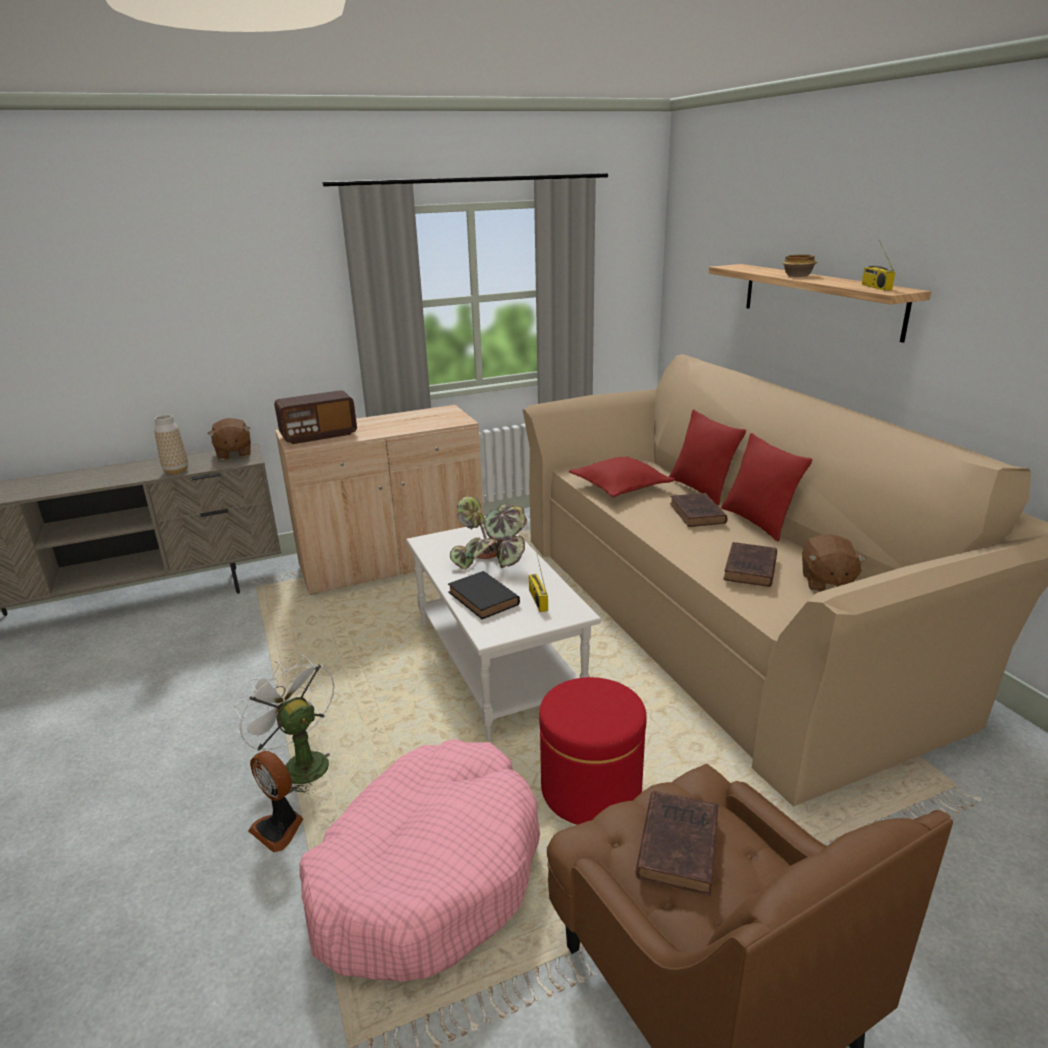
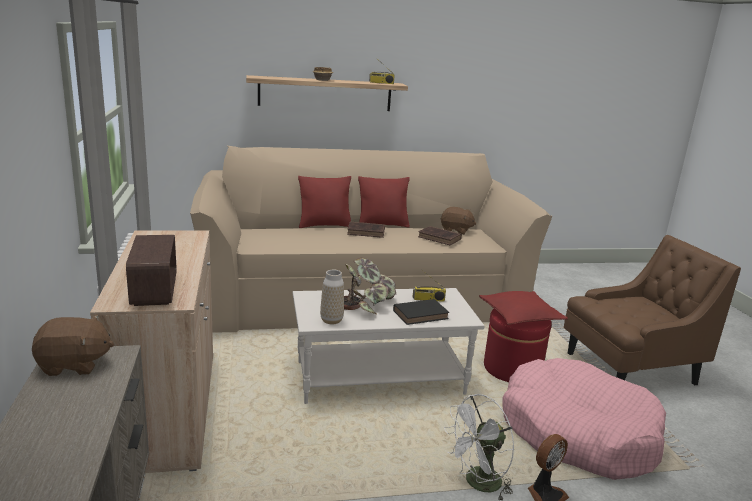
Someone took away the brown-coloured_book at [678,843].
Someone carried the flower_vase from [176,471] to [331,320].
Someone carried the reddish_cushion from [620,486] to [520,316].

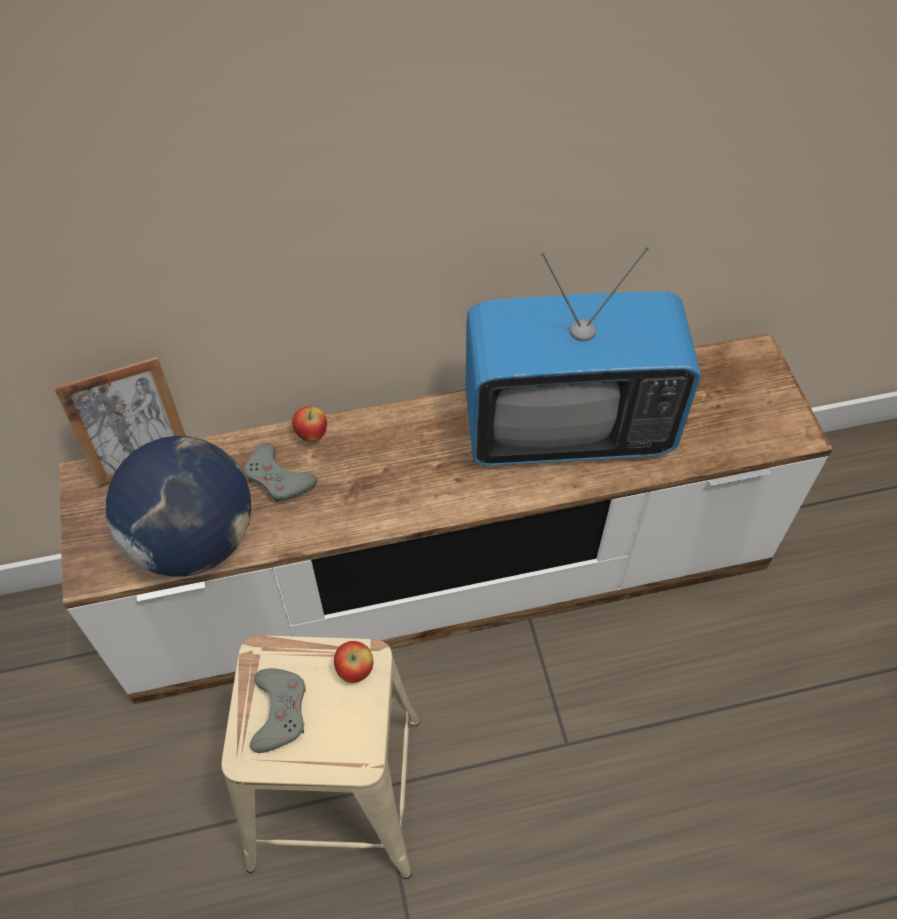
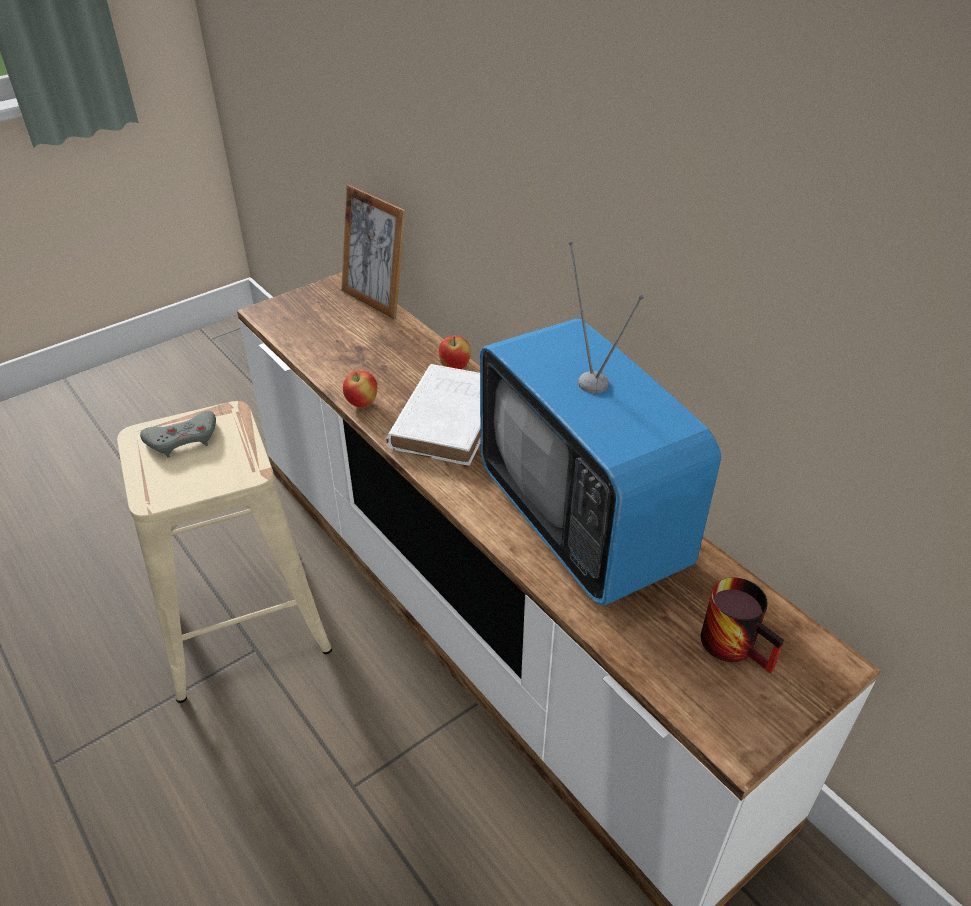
Someone took away the desk_globe at [194,539].
Someone took away the gray_gamepad at [278,478].
Someone put down the white_book at [449,417].
Someone put down the mug at [738,644].
Someone carried the whole_apple from [355,670] to [362,403].

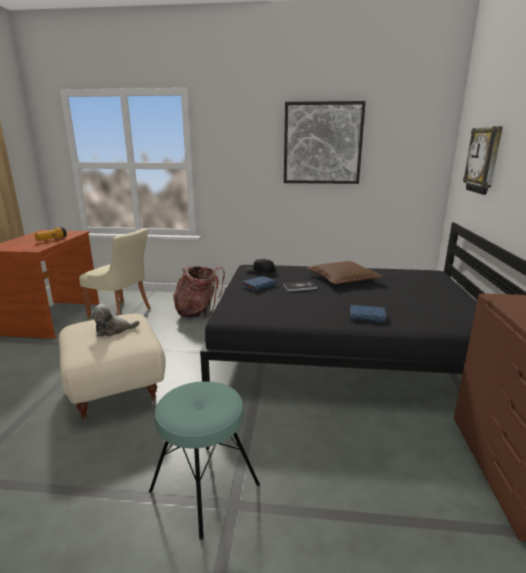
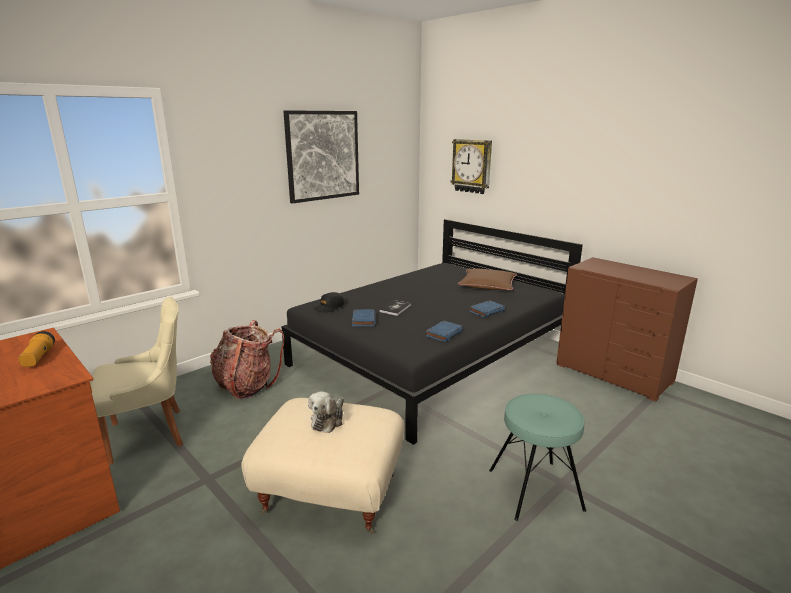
Someone put down the bluish_book at [444,333].
Someone carried the brown-coloured_cushion from [342,278] to [487,285].

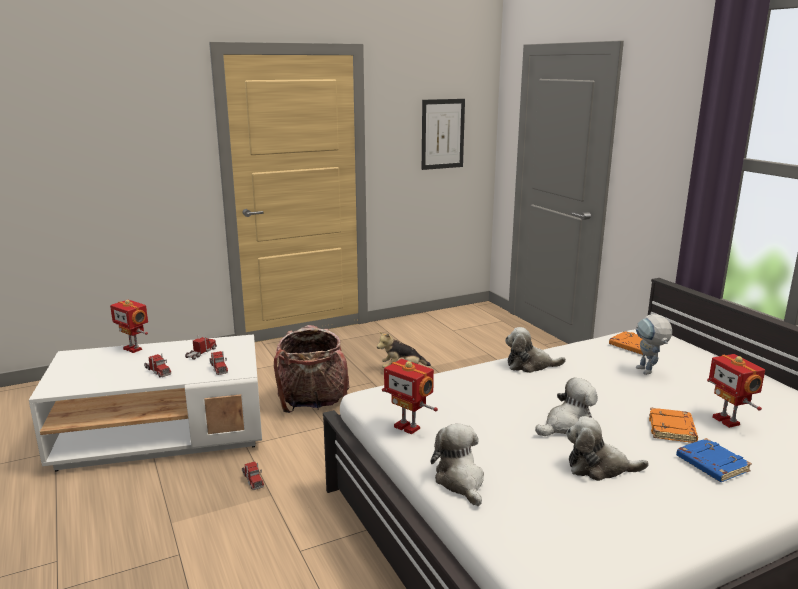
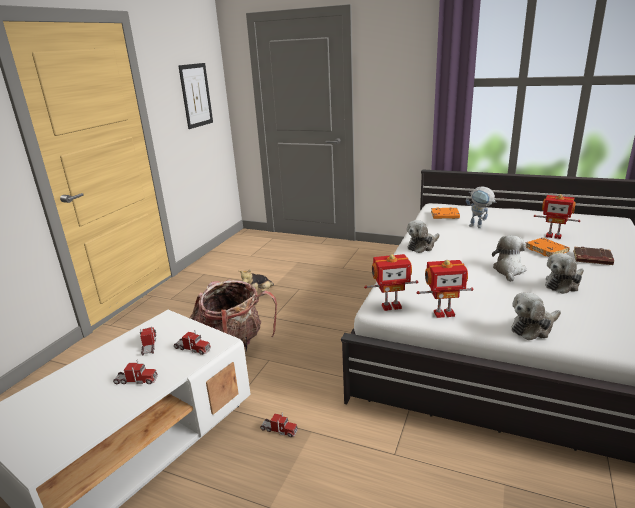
Someone carried the toy_robot from [134,349] to [391,306].
Someone repainted the bluish_book at [710,464], which became the brown-coloured_book at [592,259].
Someone rotated the cuddly_toy at [460,481] by 60 degrees counterclockwise.

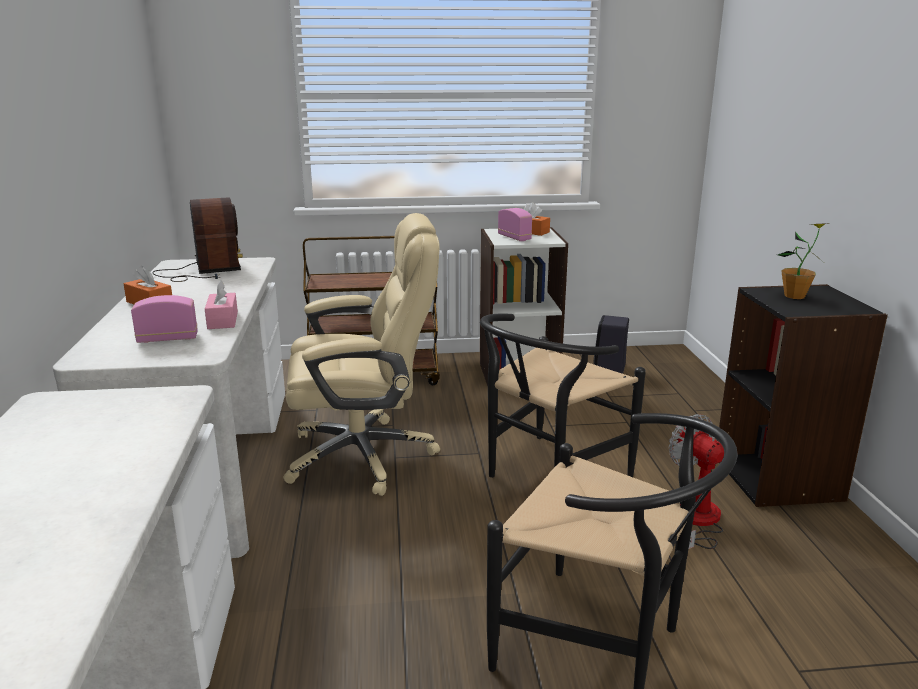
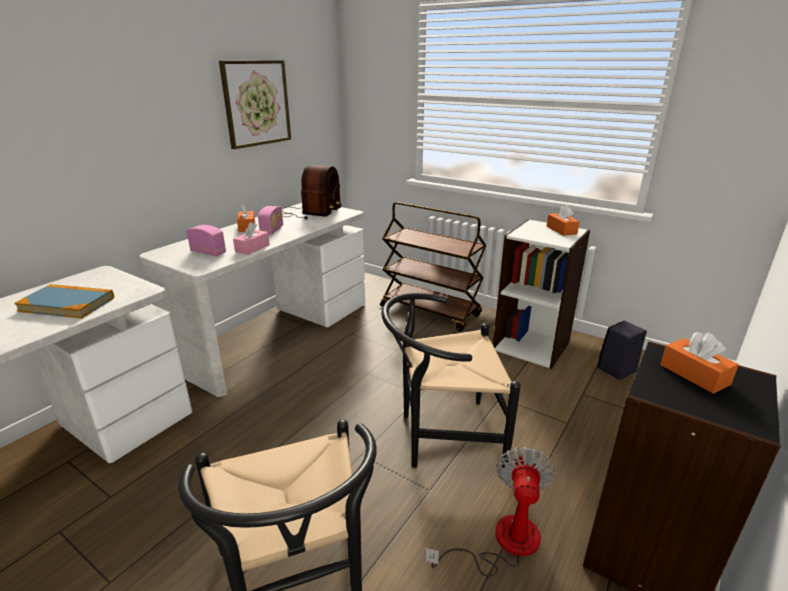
Someone took away the beige_office_chair at [364,455].
Someone put down the book at [67,304].
Someone put up the wall_picture at [256,103].
Someone carried the radio from [514,238] to [272,230].
Someone swapped the plant_in_a_pot at [794,296] for the orange_tissue_holder at [694,374].

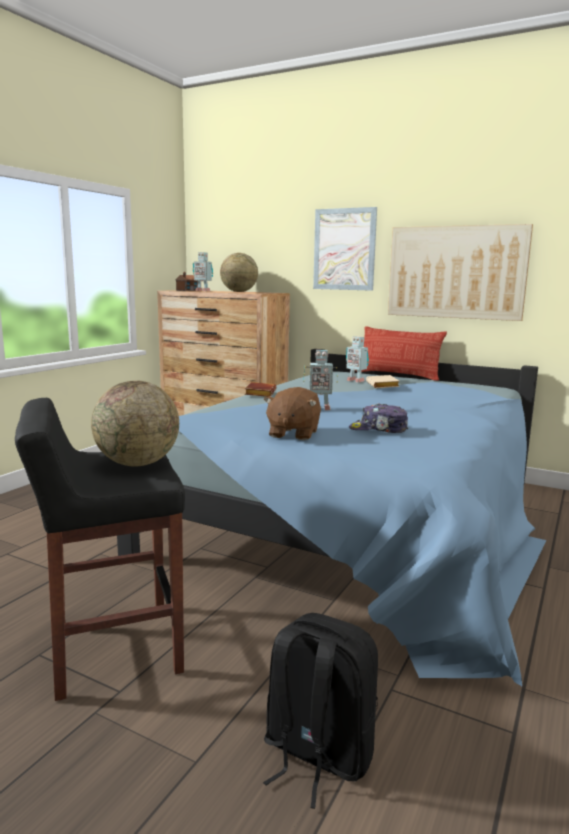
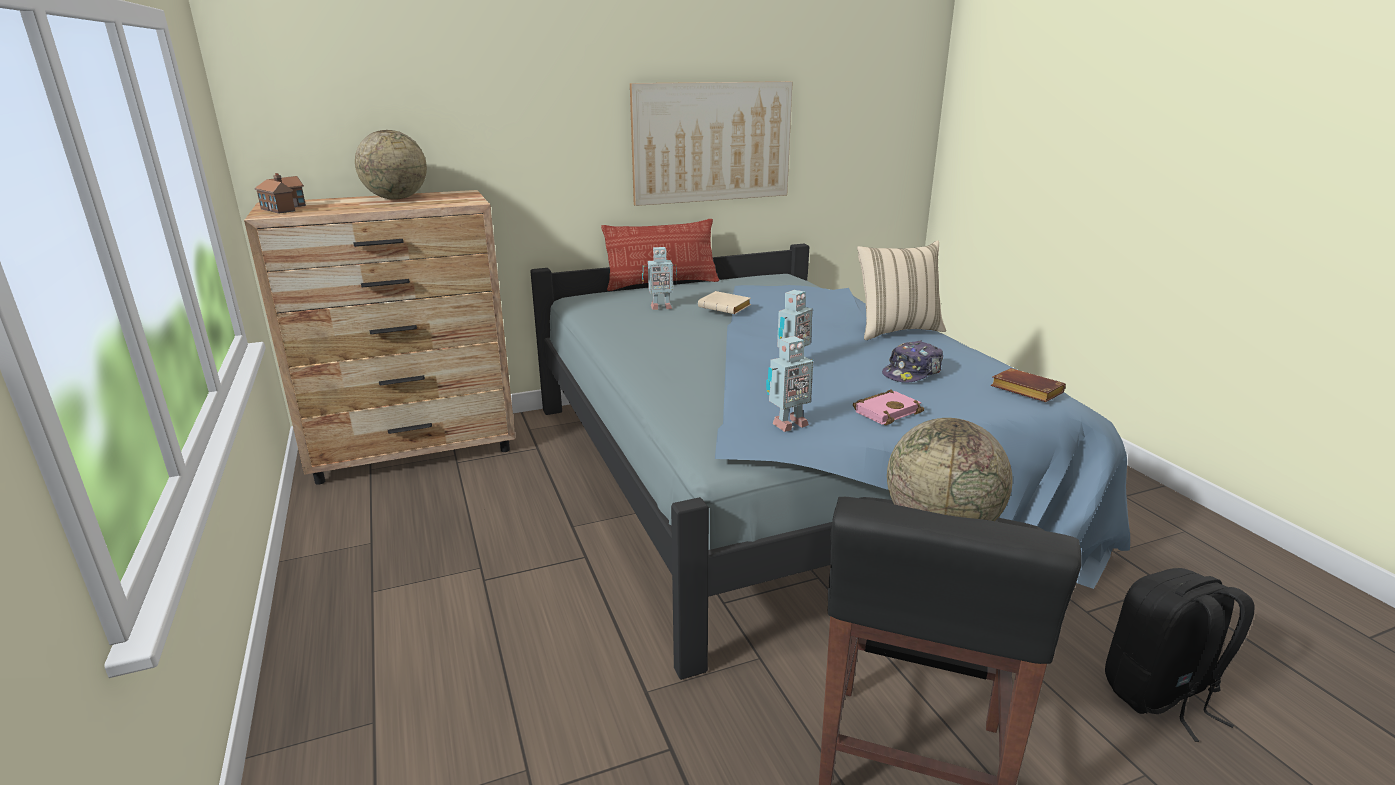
Someone took away the wall_picture at [344,249].
Someone put down the beige_cushion at [896,330].
Someone carried the toy_robot from [203,291] to [787,424].
Someone carried the brown-coloured_book from [259,393] to [1024,391].
Someone swapped the brown-coloured_cuddly_toy at [293,434] for the pinkish_book at [886,411].

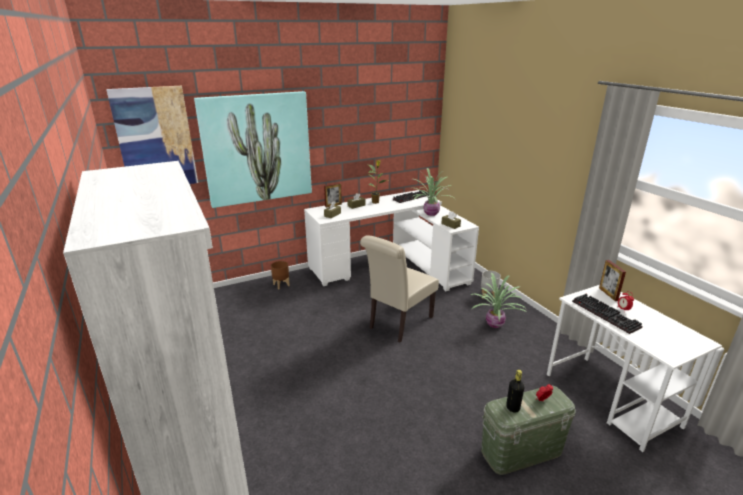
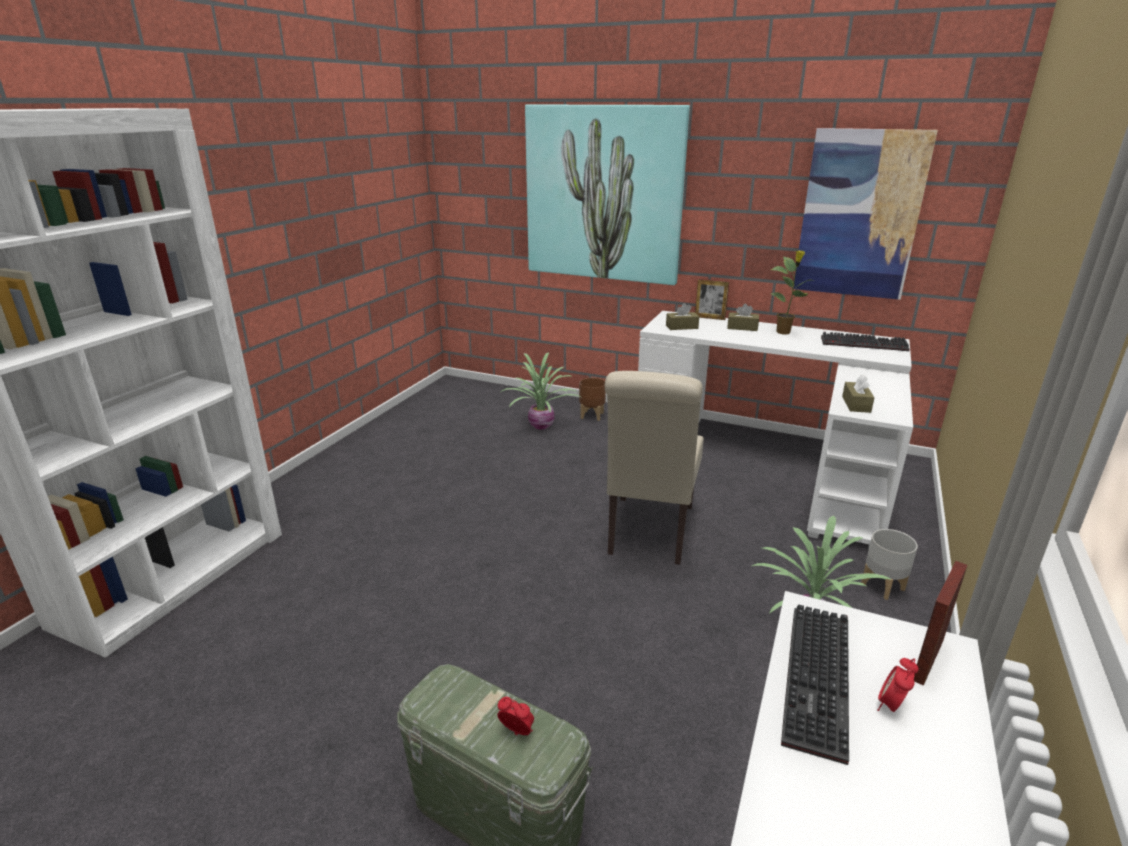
Someone took away the blackish_drink_bottle at [512,408].
Someone carried the wall_picture from [155,138] to [859,215].
Someone carried the plant_in_a_pot from [430,213] to [542,425].
Someone rotated the beige_chair at [398,324] by 75 degrees counterclockwise.

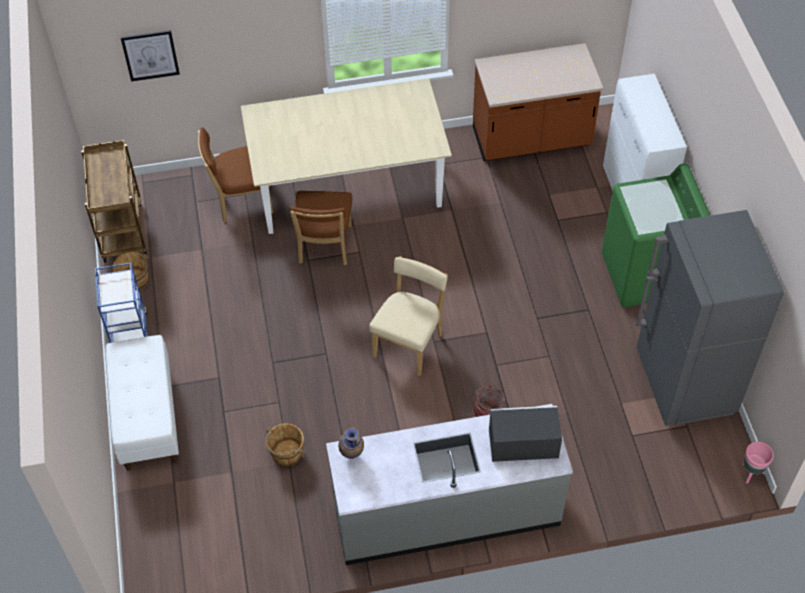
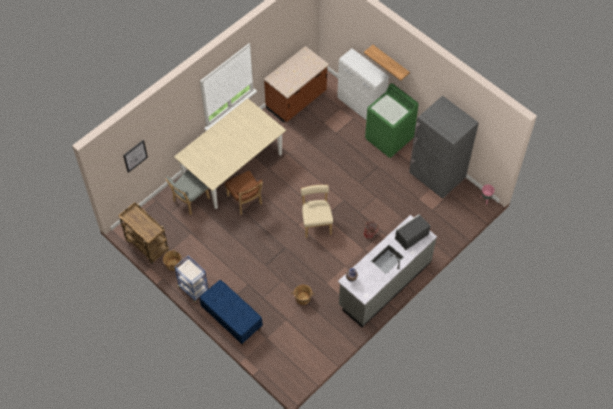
Someone put up the bracket_shelf at [390,62].
Someone repainted the white_long_seat at [146,417], which became the bluish_long_seat at [231,319].
Someone repainted the brown-coloured_chair at [240,200], which became the gray_chair at [190,201].

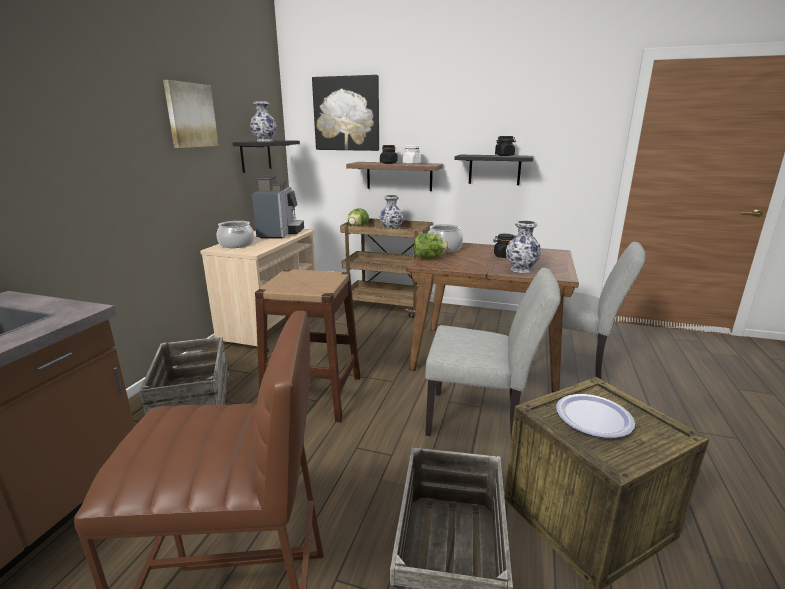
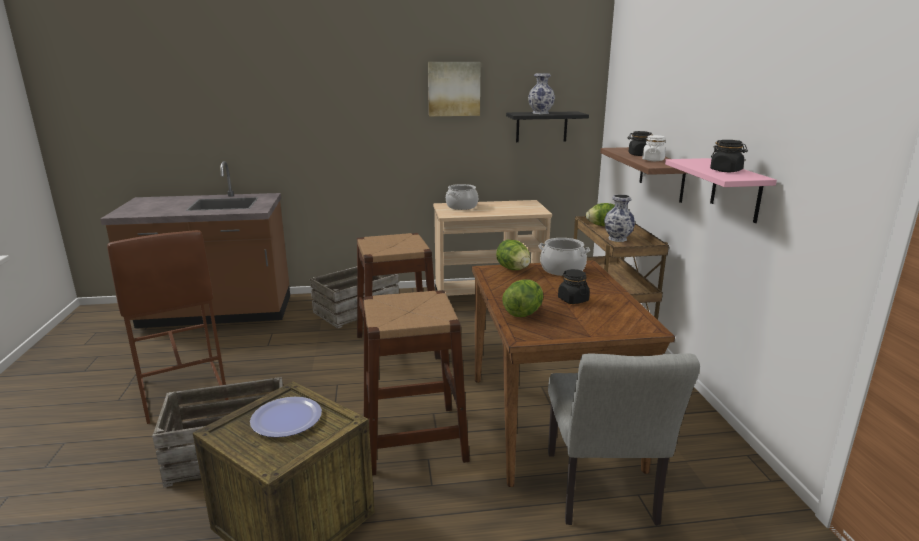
Someone took away the coffee_maker at [280,233].
Someone took away the wall_picture at [346,114].
Someone swapped the gray_chair at [482,420] for the brown-coloured_stool at [413,438].
Someone swapped the flower_vase at [521,270] for the head_of_lettuce at [523,313].
Someone repainted the blackish_bracket_shelf at [494,169], which became the pinkish_bracket_shelf at [736,190].

